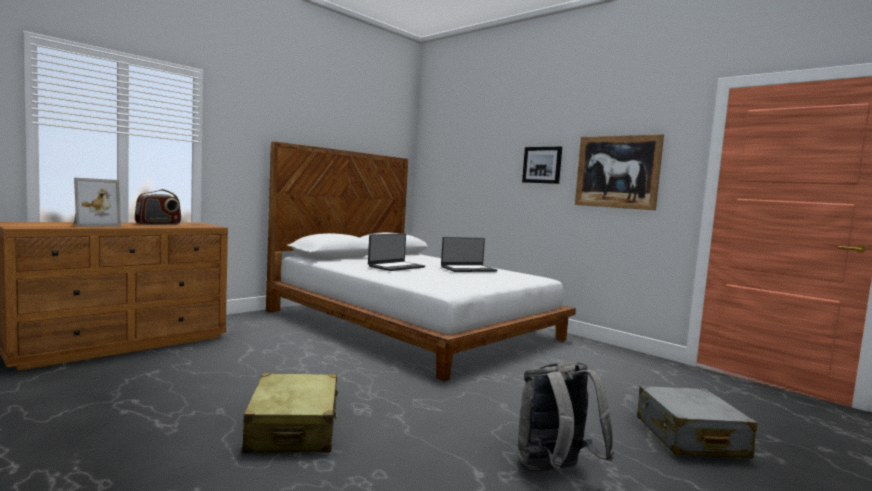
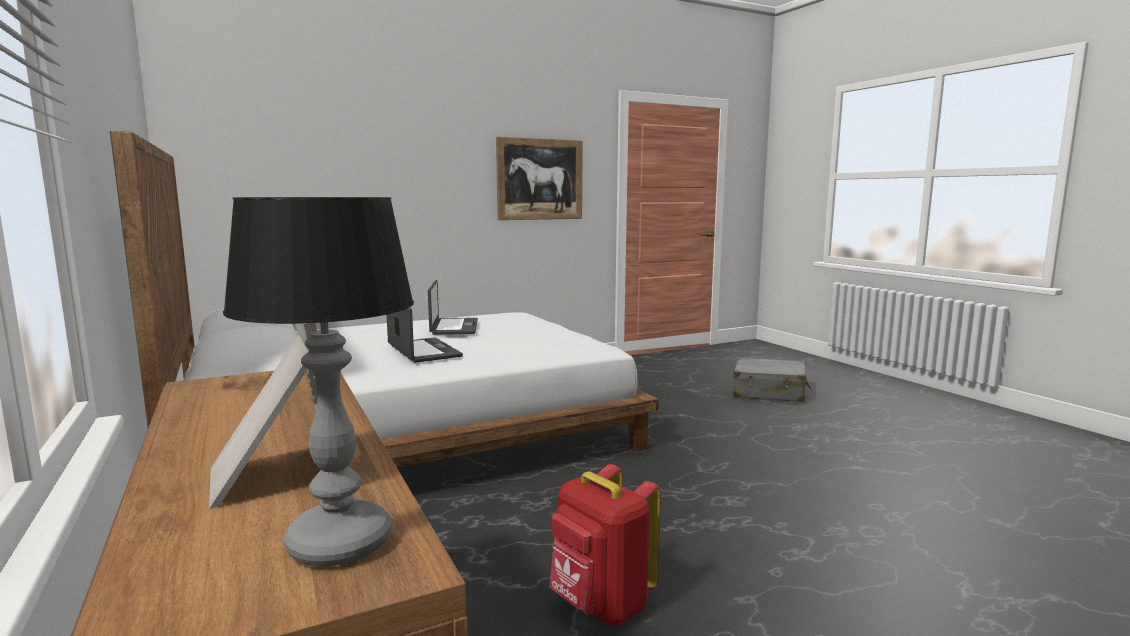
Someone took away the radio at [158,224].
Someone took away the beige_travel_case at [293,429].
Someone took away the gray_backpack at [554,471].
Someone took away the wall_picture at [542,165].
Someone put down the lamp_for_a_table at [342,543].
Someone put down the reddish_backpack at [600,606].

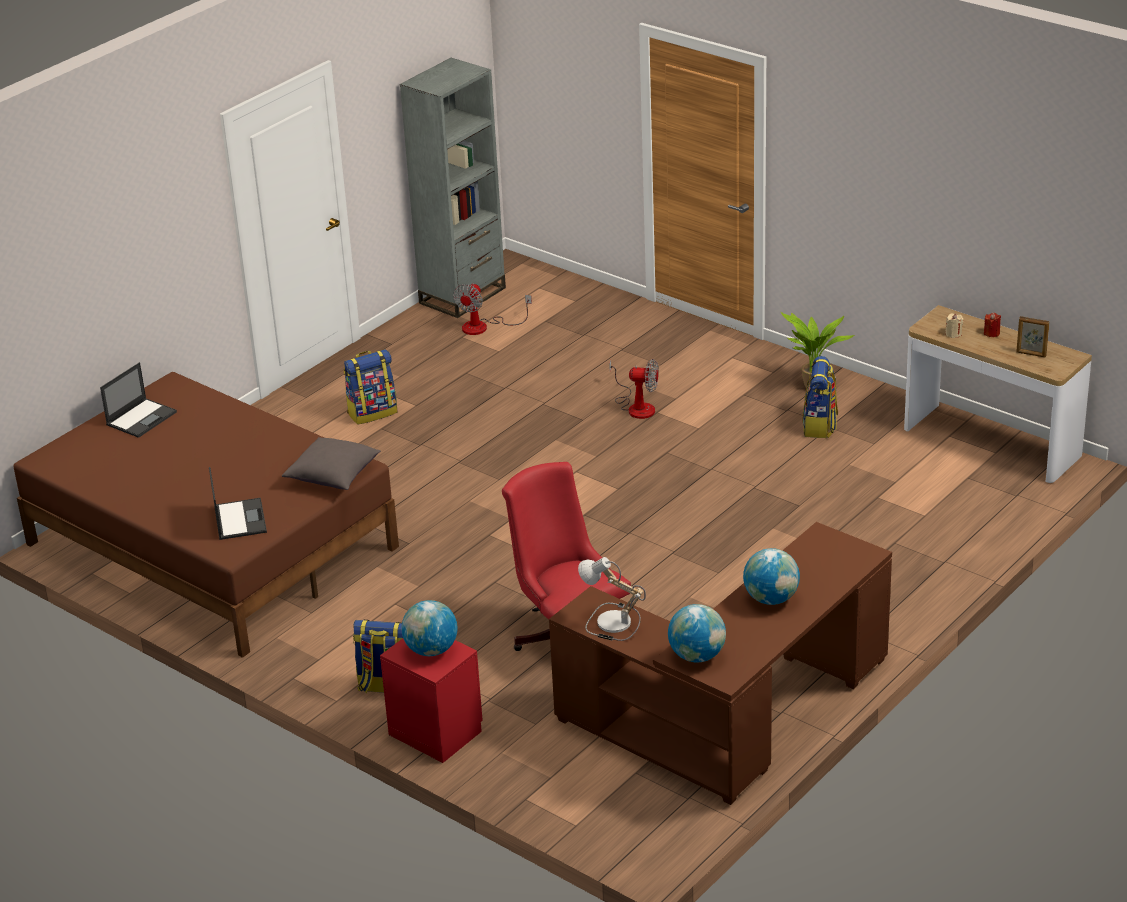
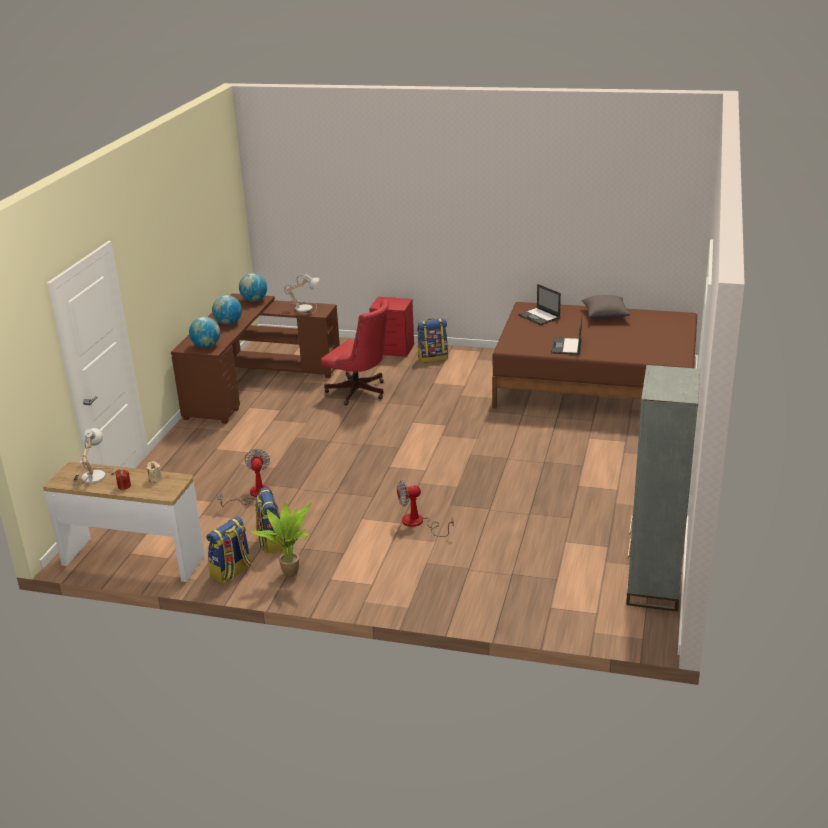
Someone carried the portable_computer from [142,418] to [566,347].
Someone carried the gray_cushion from [333,477] to [604,315].
Someone carried the backpack from [372,412] to [231,572].
Someone carried the desk_globe from [431,650] to [206,346].
Someone carried the cooling_fan from [484,326] to [253,494].
Someone swapped the picture_frame at [1031,354] for the lamp_for_a_table at [91,476].

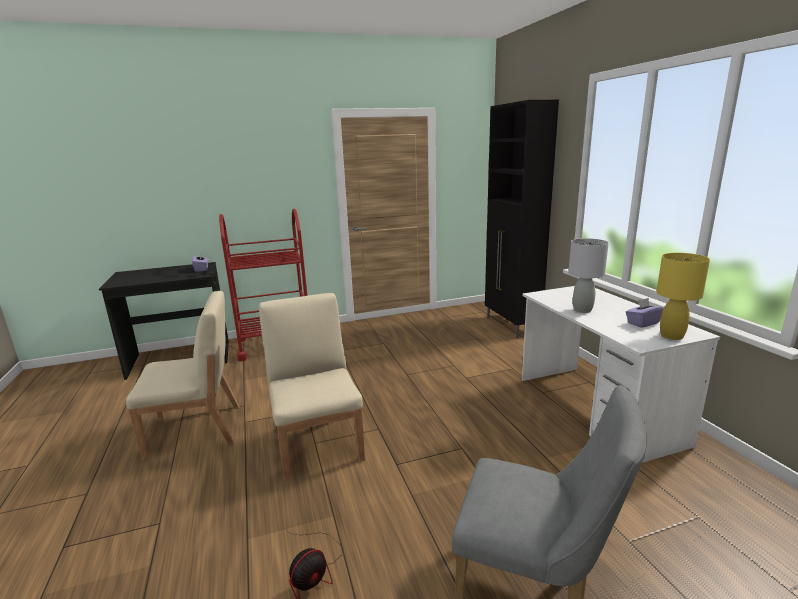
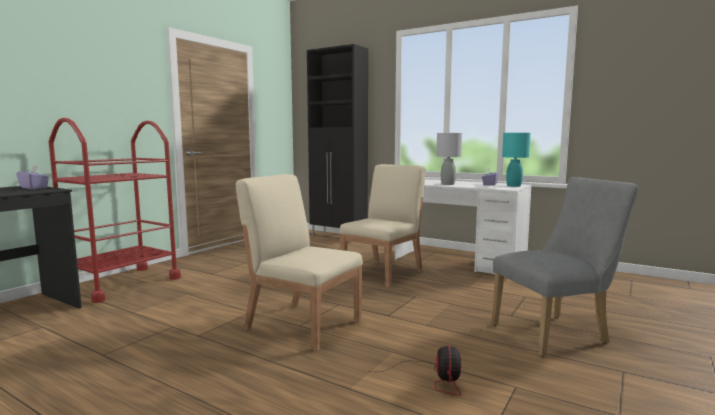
Someone carried the beige_chair from [196,431] to [383,273].
Someone repainted the yellowish_lamp_for_a_table at [671,336], which became the blue-green_lamp_for_a_table at [514,186].

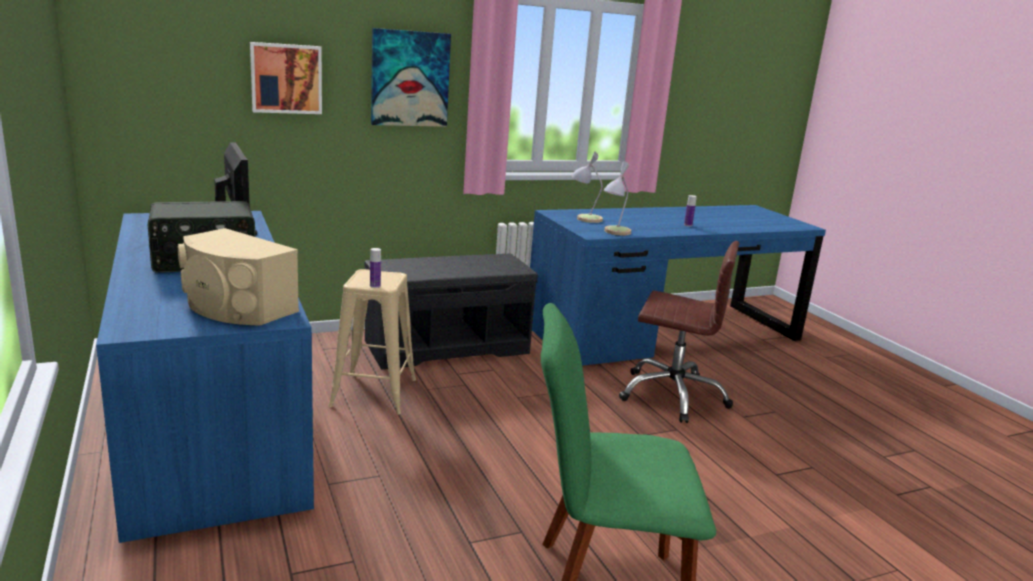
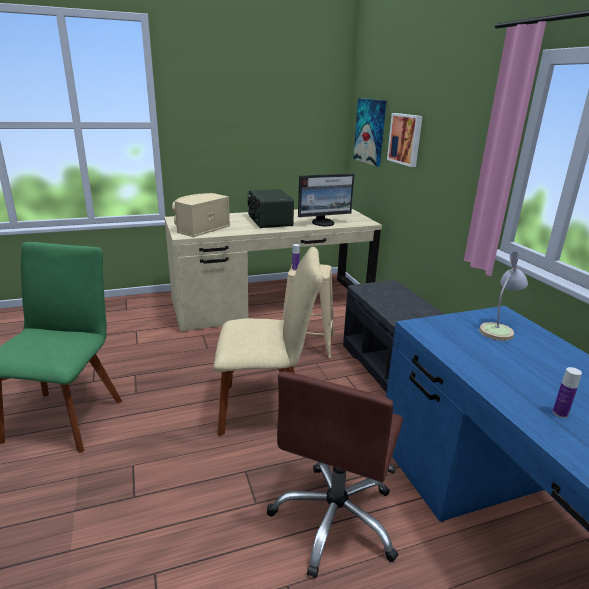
Someone took away the lamp_for_a_table at [614,232].
Someone put down the beige_chair at [266,409].
Someone carried the wall_picture from [409,78] to [370,131].
Someone repainted the bluish_desk at [210,417], which became the beige_desk at [271,303].

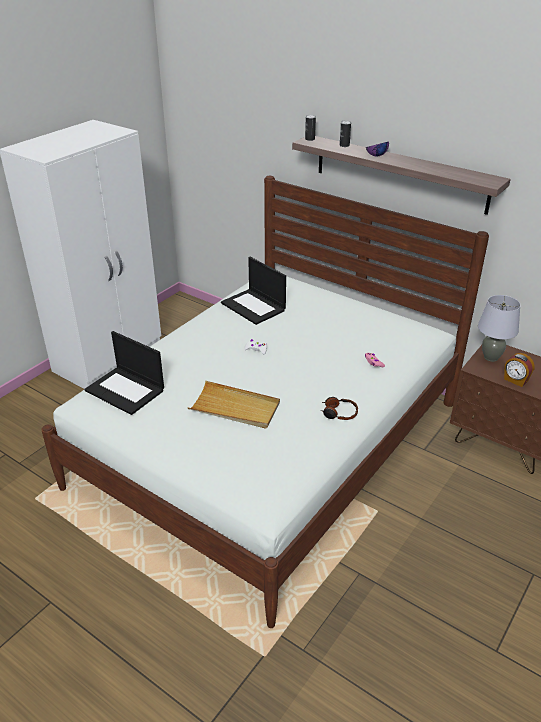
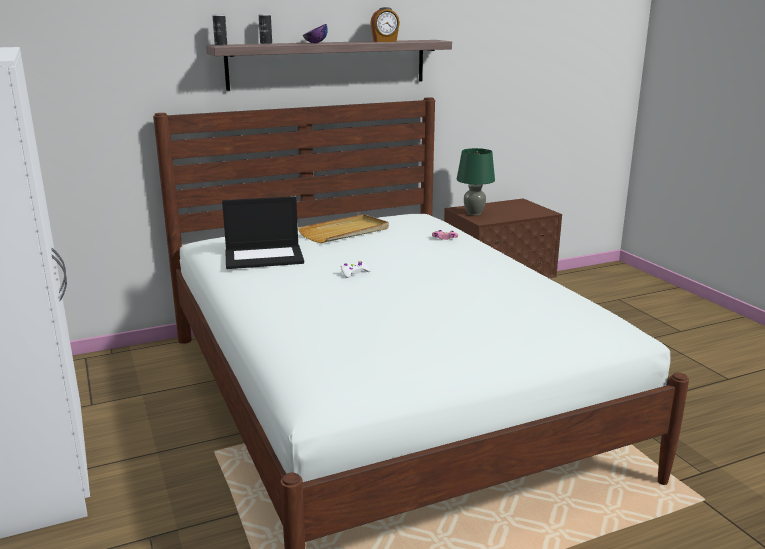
Someone took away the portable_computer at [126,390].
Someone took away the headset at [339,413].
Someone carried the beige_tray from [235,408] to [345,232].
Someone carried the table_clock from [515,380] to [385,41].
Someone repainted the gray_lamp_for_a_table at [490,357], which became the greenish_lamp_for_a_table at [474,213].

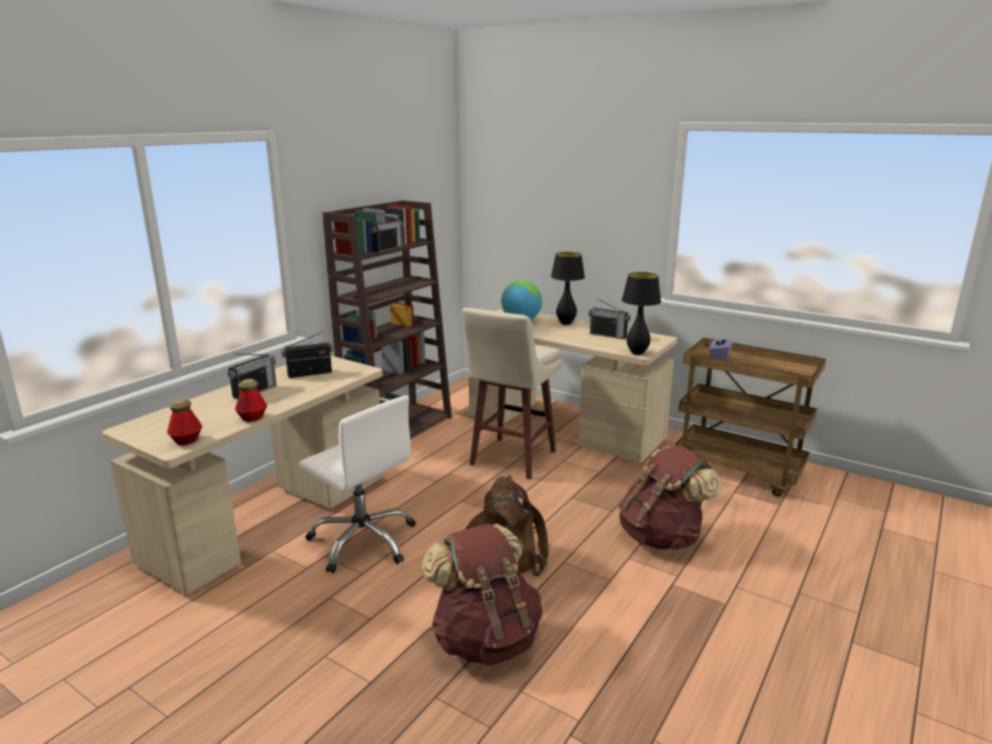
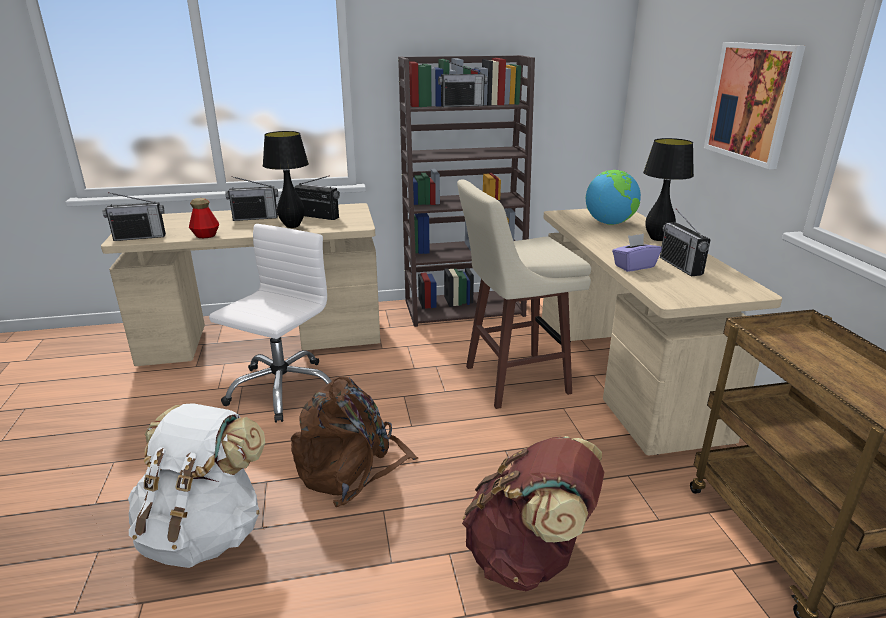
Someone put up the wall_picture at [752,102].
Someone carried the blackish_lamp_for_a_table from [637,353] to [292,226].
Someone carried the purple_tissue_holder from [719,357] to [634,266].
Someone swapped the drink_bottle at [186,440] for the radio at [140,237].
Someone repainted the brown-coloured_backpack at [485,639], which became the white_backpack at [205,532].
Someone rotated the white_office_chair at [363,541] by 150 degrees counterclockwise.

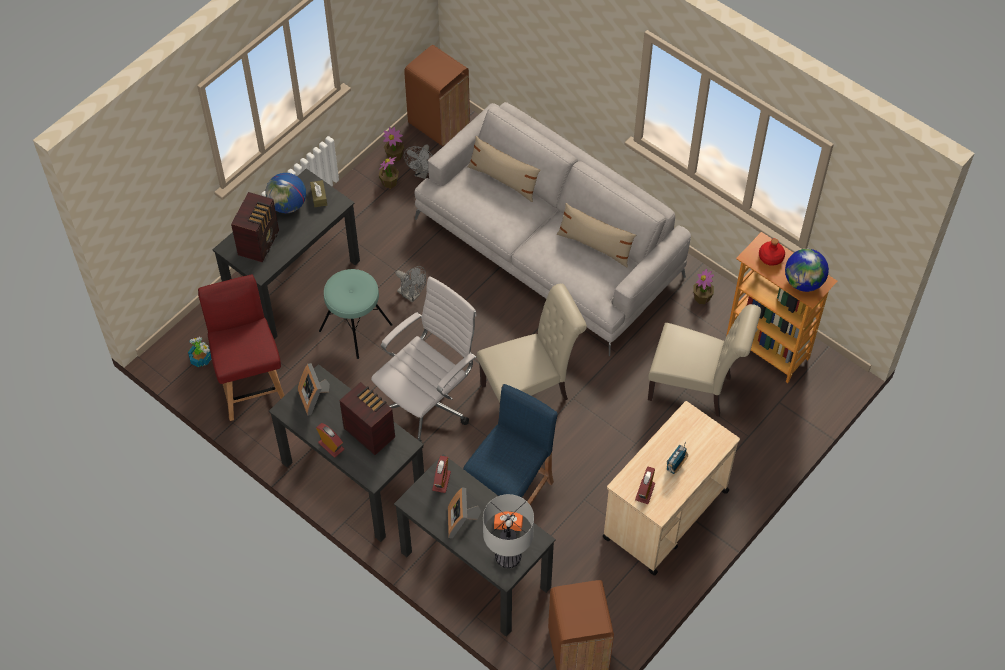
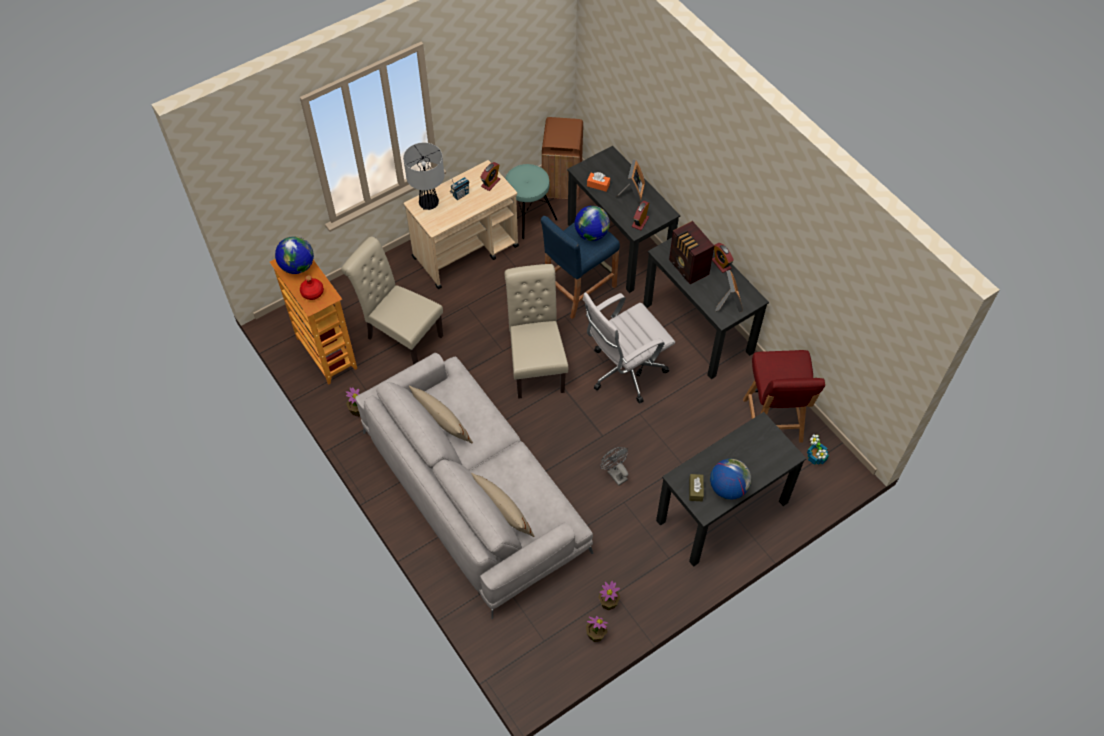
Someone took away the radio at [260,242].
Someone took away the brown-coloured_rubbish_bin at [438,124].
Someone took away the gray_cooling_fan at [422,173].
Someone put down the desk_globe at [591,234].
Someone carried the blue-green_stool from [355,328] to [528,216].
Someone carried the lamp_for_a_table from [508,557] to [429,204].
Someone rotated the beige_chair at [530,391] by 90 degrees clockwise.

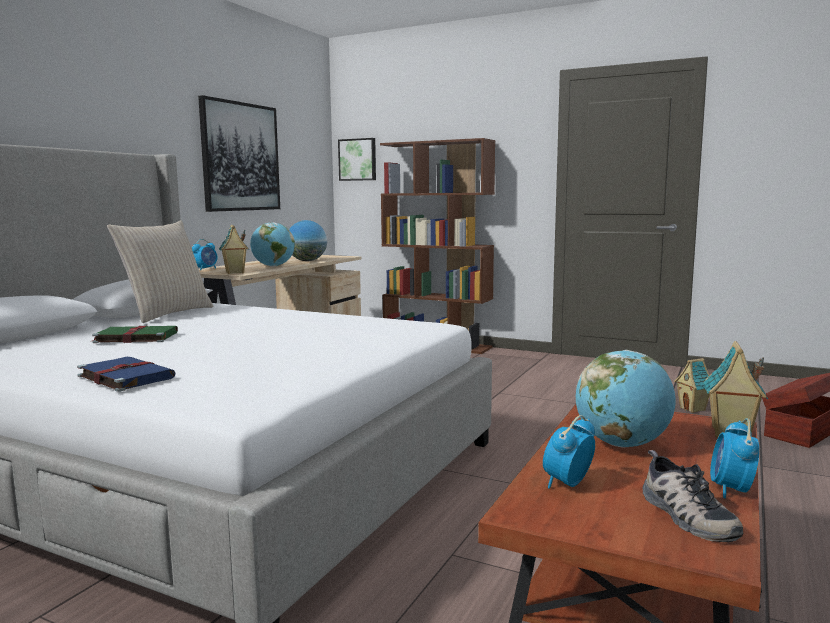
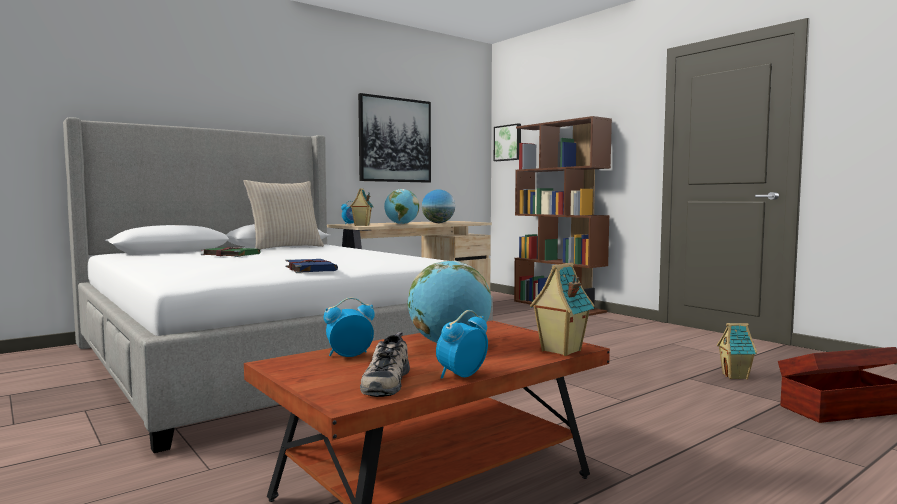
Someone carried the bluish_book from [124,377] to [310,268].

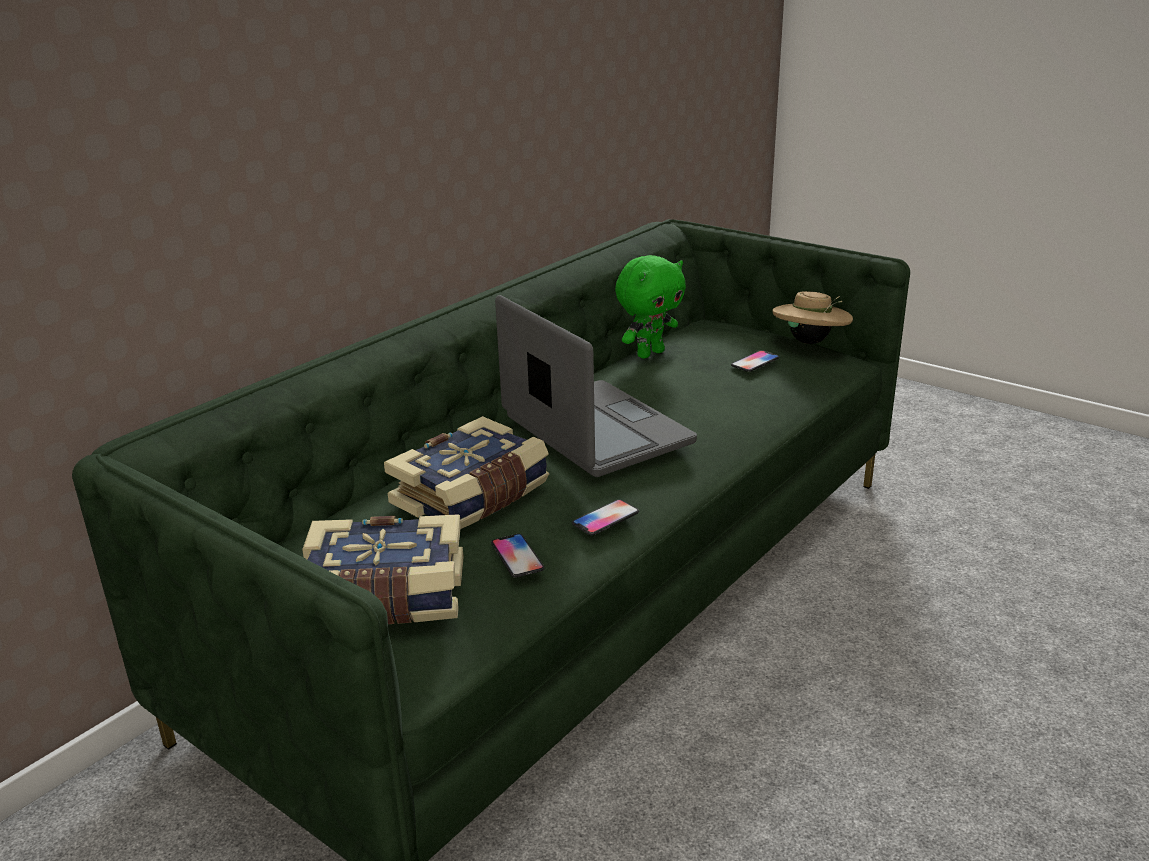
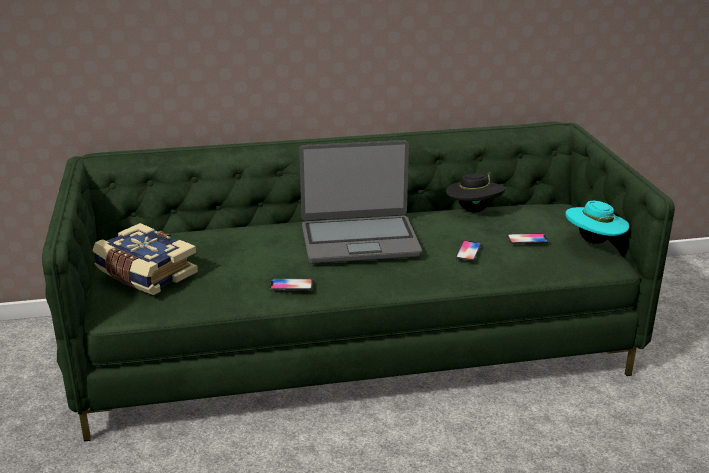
Someone took away the book at [472,497].
Someone carried the phone from [517,557] to [468,251].
Someone swapped the greenish_cuddly_toy at [649,353] for the blackish_clothing_hat at [473,210].
Someone repainted the beige_clothing_hat at [810,342], which became the blue-green_clothing_hat at [594,242].
Someone rotated the portable_computer at [594,431] by 75 degrees clockwise.

